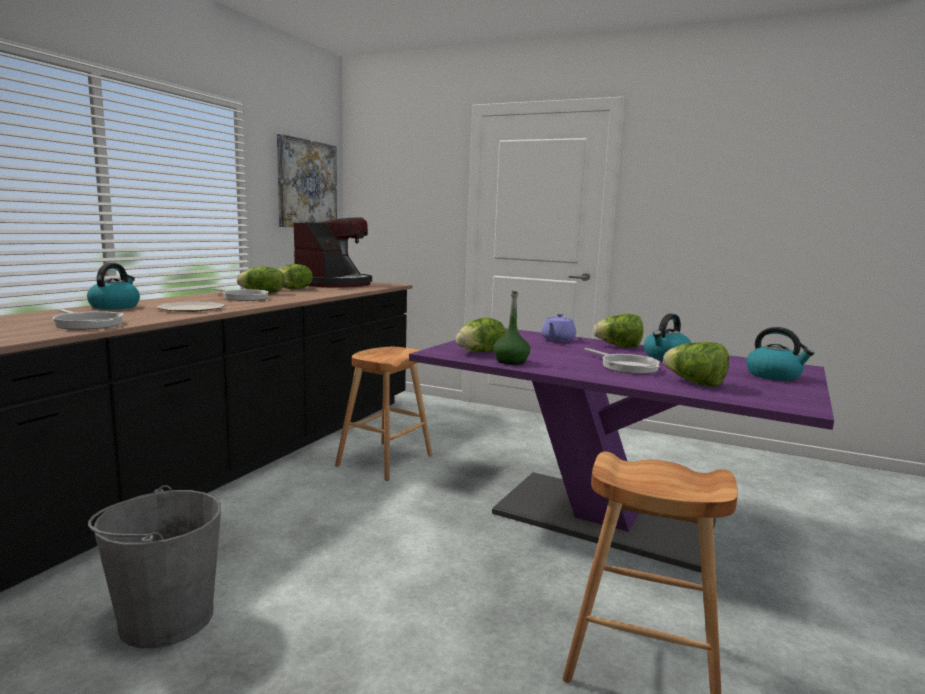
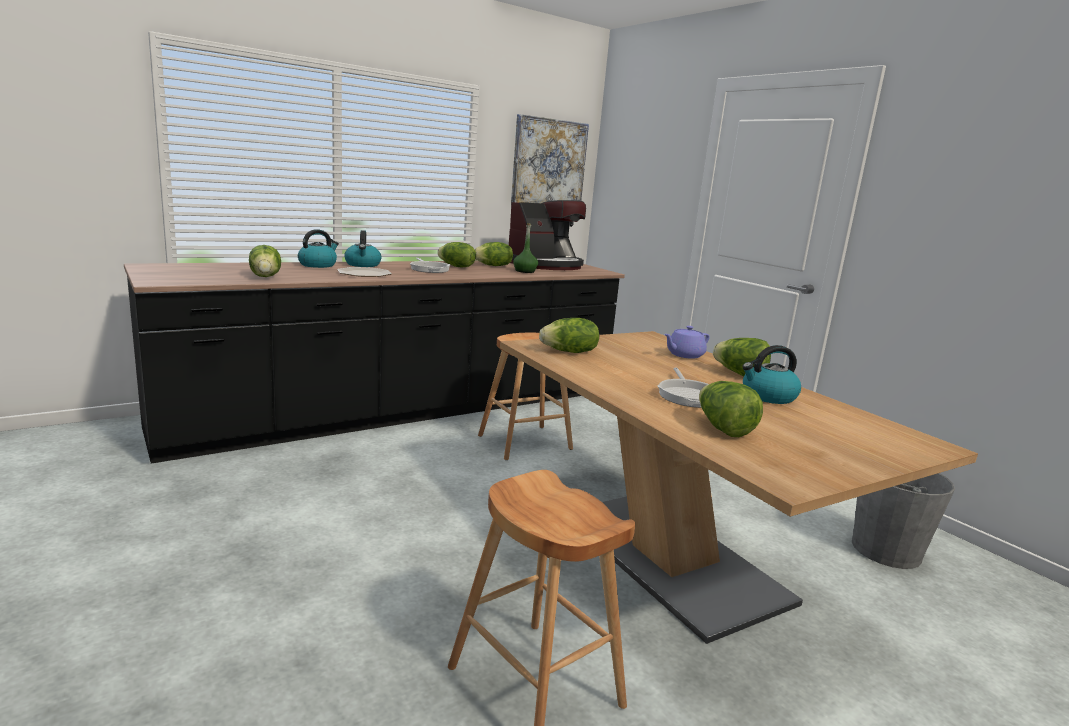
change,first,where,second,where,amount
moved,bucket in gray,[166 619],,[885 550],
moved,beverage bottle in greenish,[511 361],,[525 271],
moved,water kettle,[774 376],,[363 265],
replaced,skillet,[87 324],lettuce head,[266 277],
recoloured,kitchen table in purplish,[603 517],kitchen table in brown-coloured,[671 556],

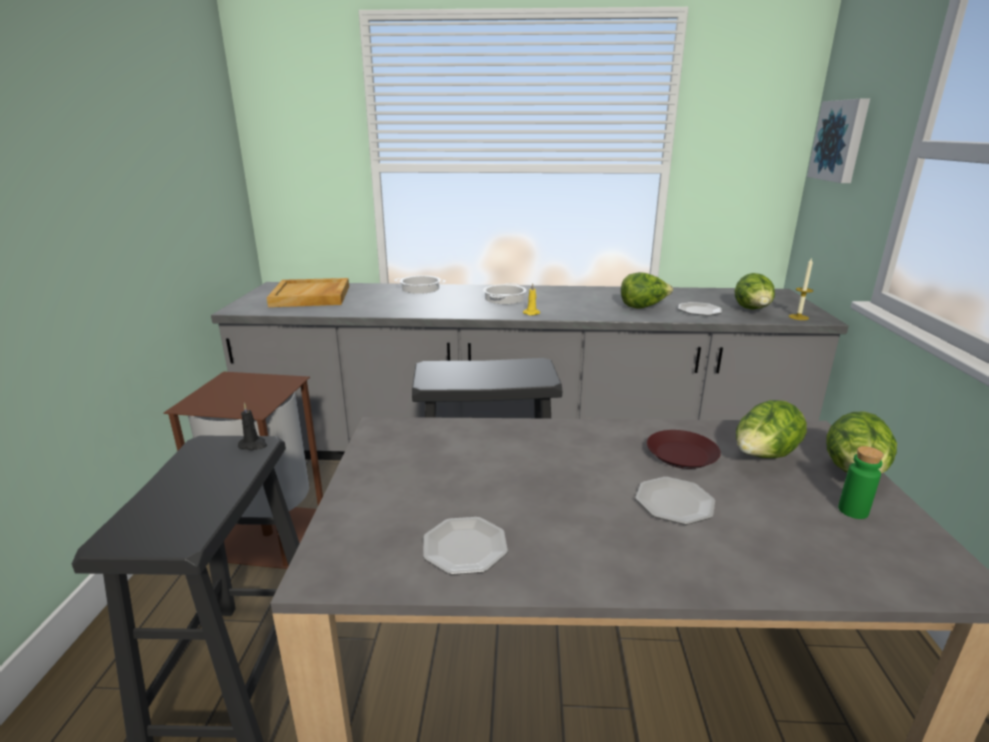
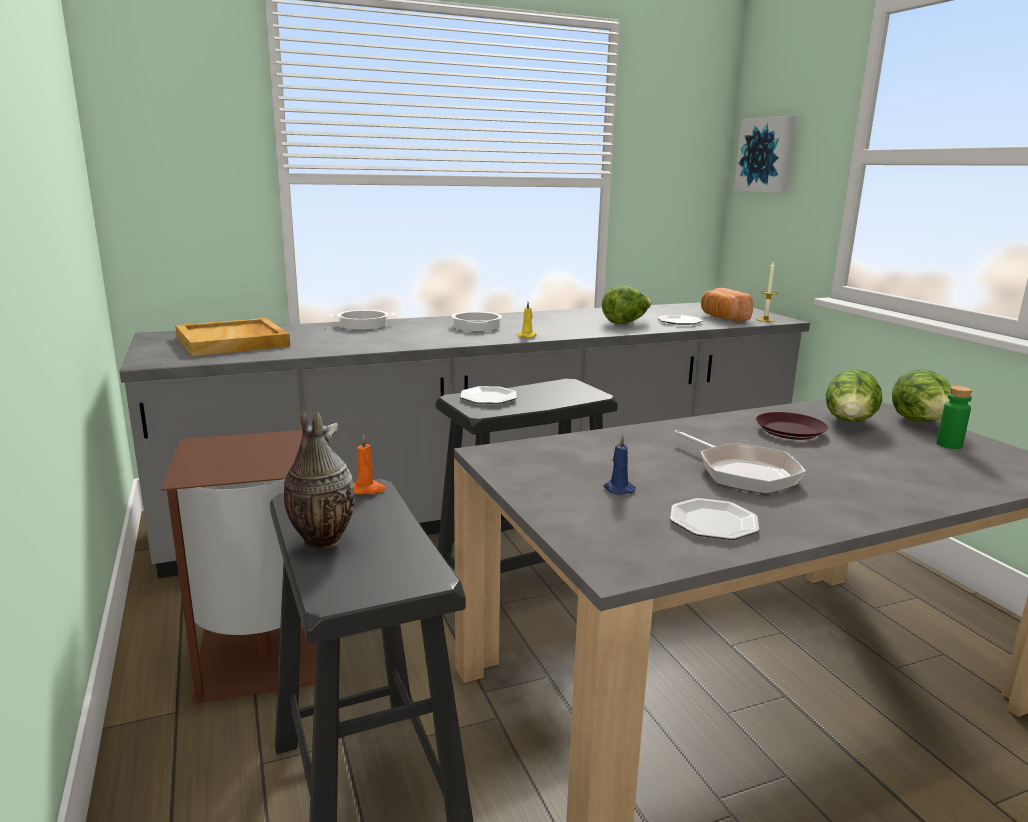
change,first,where,second,where,amount
added,,,decorative vase,[320 541],
added,,,wax light in blue,[618 489],
added,,,skillet,[742 472],
moved,plate,[675 503],,[489 398],
replaced,lettuce head,[752 310],bread,[722 318],
recoloured,wax light in black-coloured,[253 445],wax light in orangey,[367 490],

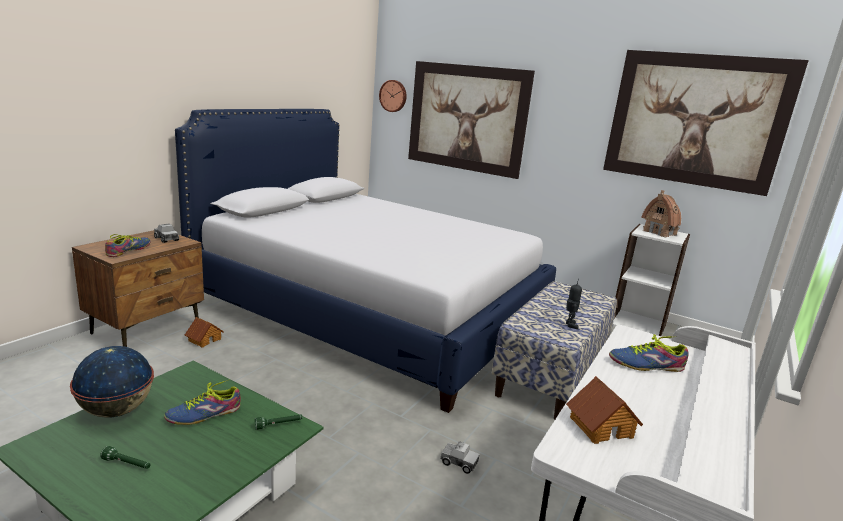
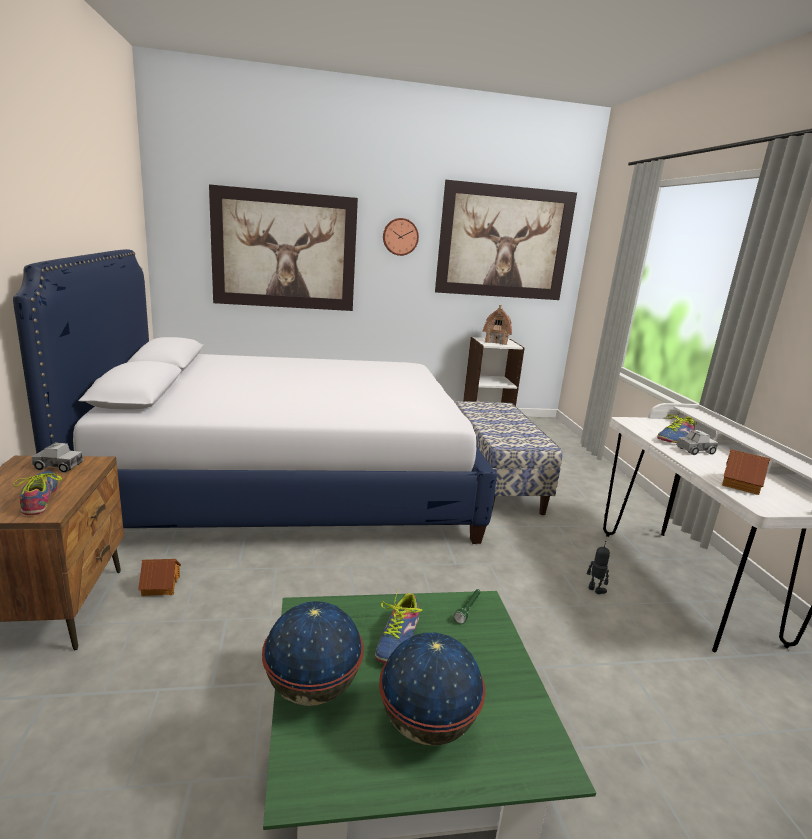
change,first,where,second,where,amount
moved,hanging clock,[393 96],,[400 236],
moved,model truck,[458 463],,[694 451],
moved,toy robot,[569 325],,[595 590],
replaced,hand torch in greenish,[127 464],desk globe,[427 724],

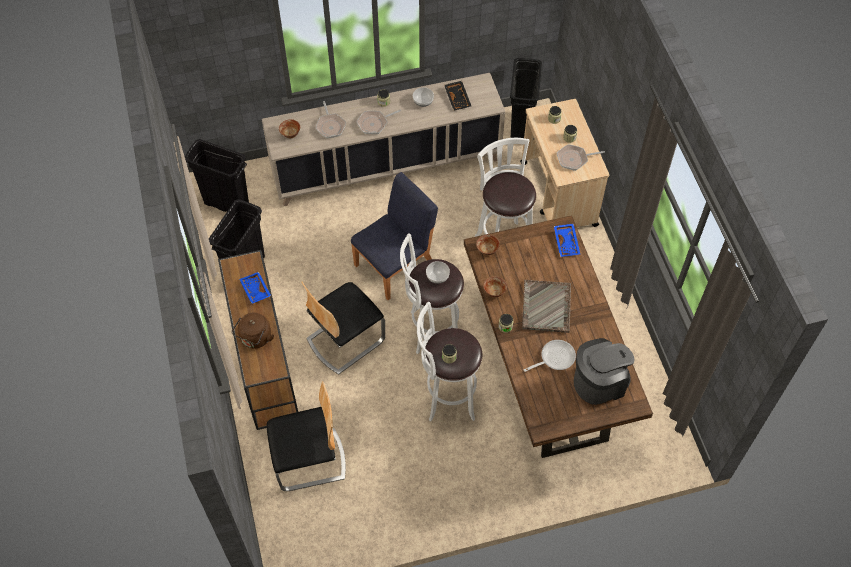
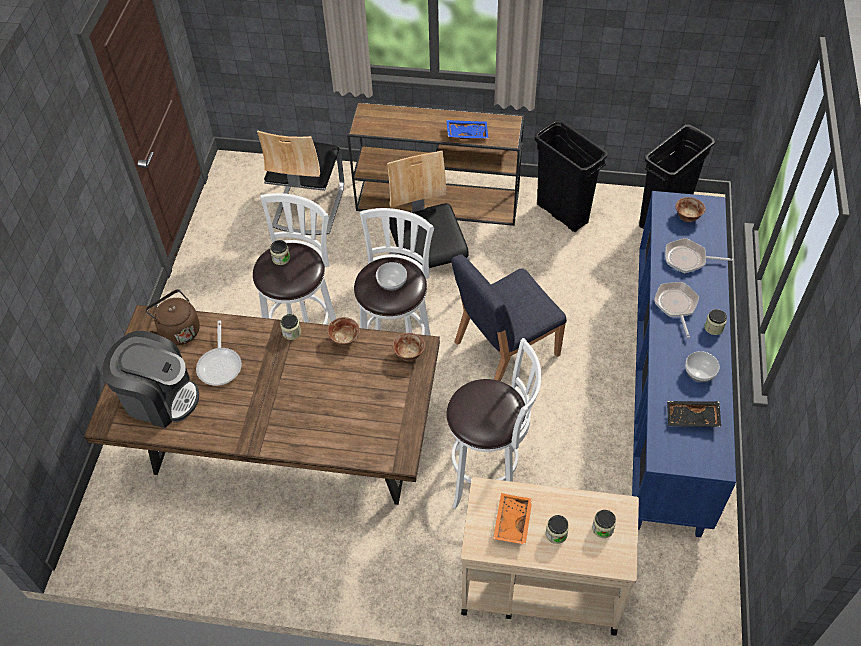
change,first,where,second,where,amount
removed,rubbish bin in black-coloured,[520 128],,,
removed,tray in gray,[546 307],,,
removed,tray in blue,[567 243],,,
moved,water kettle in brown-coloured,[255 339],,[178 330],
replaced,skillet,[574 159],tray in orangey,[511 522],
recoloured,cupboard in beige-coloured,[386 166],cupboard in blue,[669 389],
turned,plain chair in blue,[396 265],,[505 348],75 degrees clockwise
turned,coffee brewer,[599 382],,[159 397],75 degrees counterclockwise

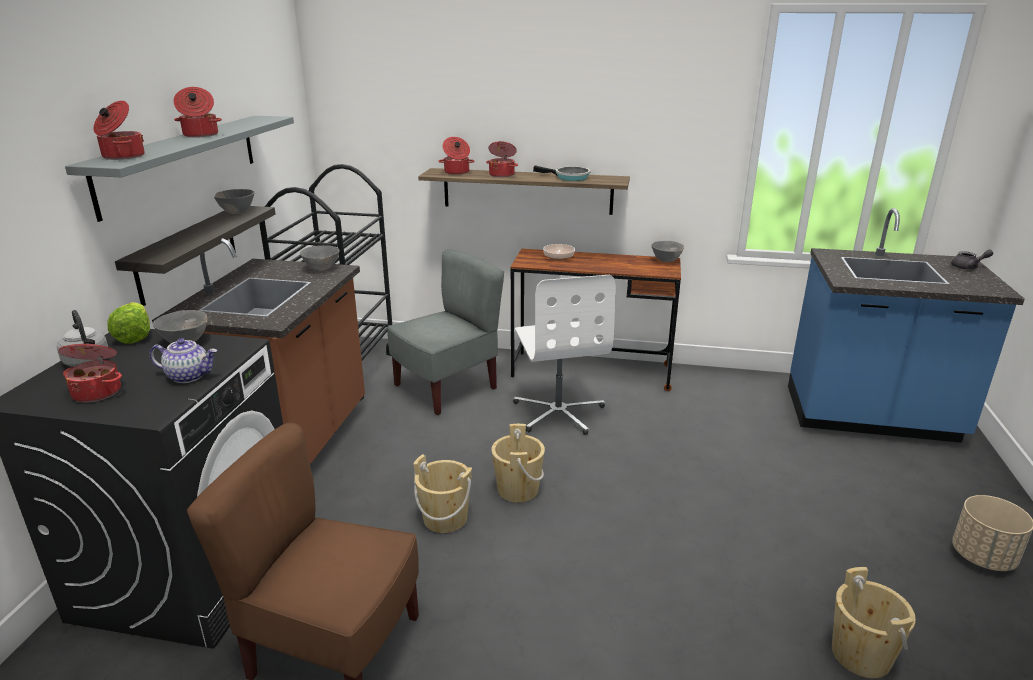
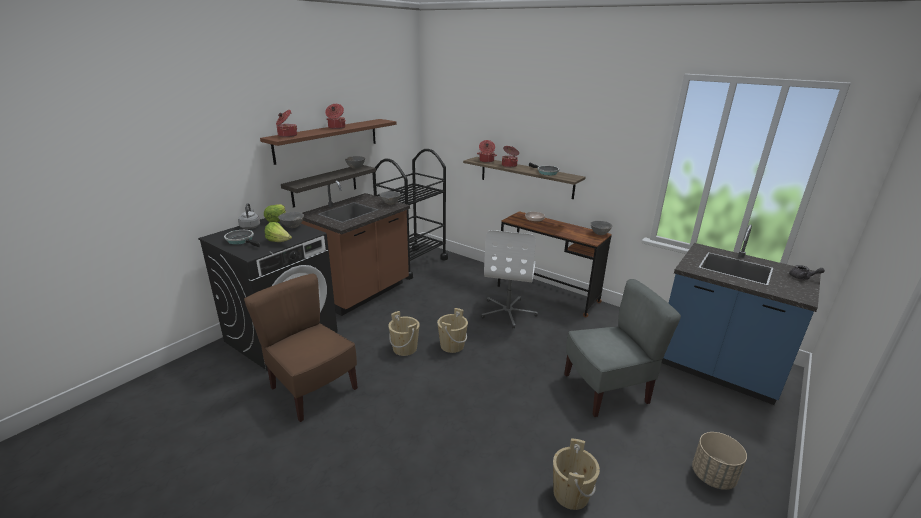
change,first,where,second,where,amount
moved,plain chair in gray,[447 388],,[606 390],
replaced,cooking pot,[98 392],skillet,[241 240],
replaced,teapot,[189 376],lettuce head,[279 242],
recoloured,wall shelf in gray,[181 162],wall shelf in brown-coloured,[328 140],

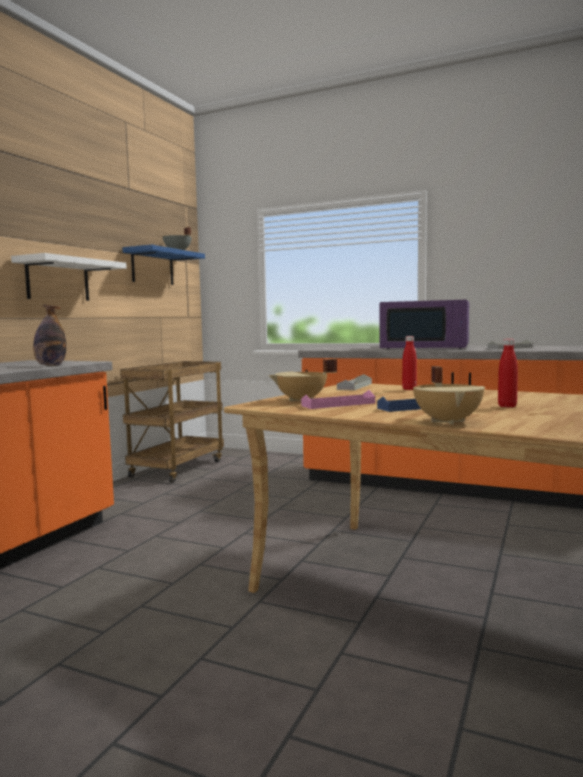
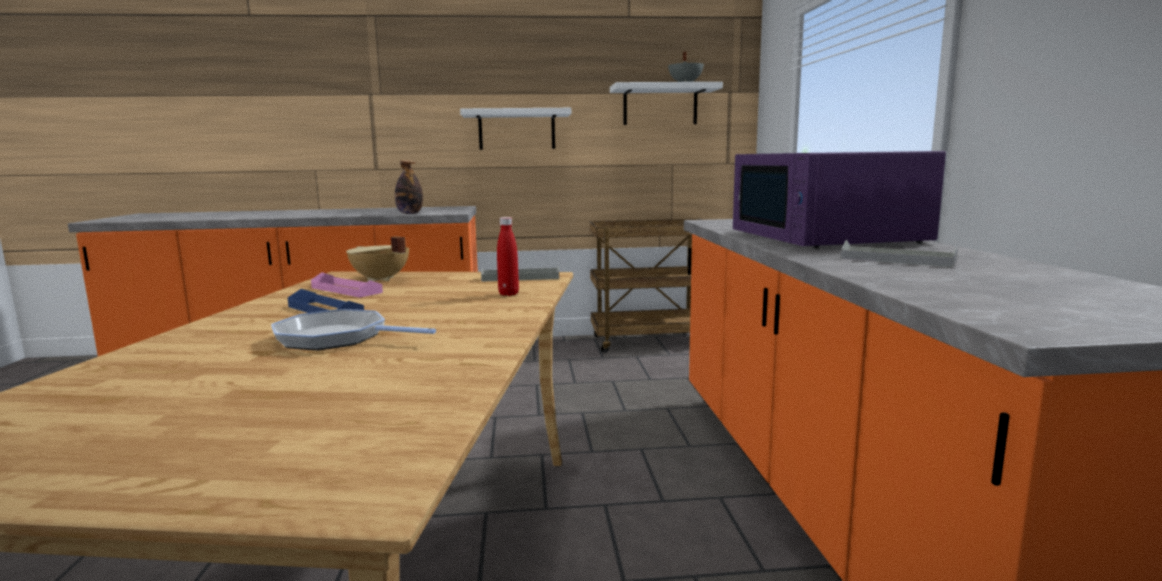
change,first,where,second,where,amount
removed,cooking pot in beige-coloured,[448 421],,,
replaced,beverage bottle in red,[507 406],skillet,[337 338],
recoloured,wall shelf in blue,[152 267],wall shelf in whitish,[660 105],

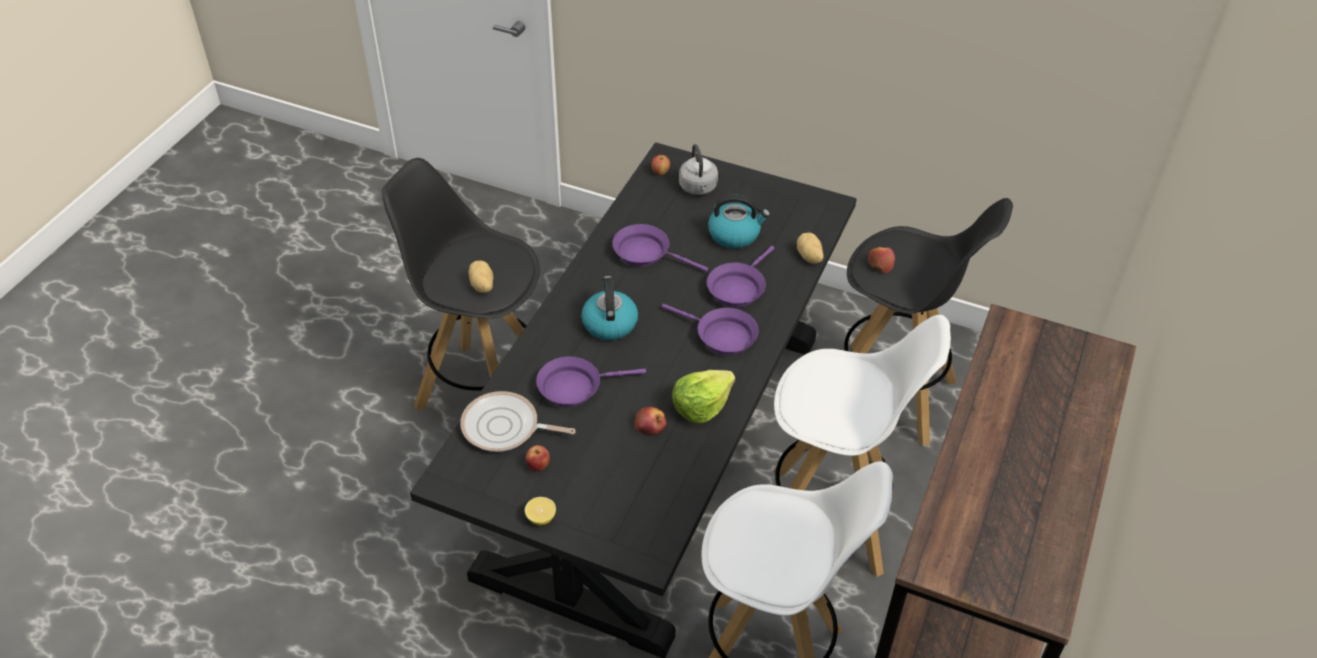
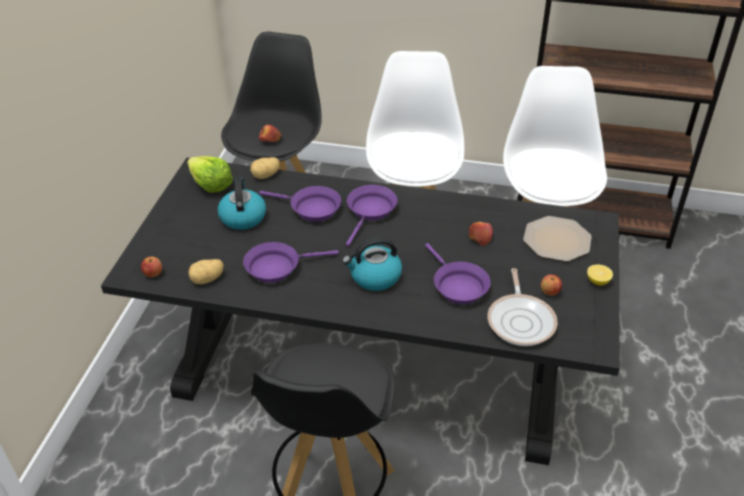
change,first,where,second,where,amount
removed,water kettle in gray,[698 188],,,
added,,,plate,[556 240],
moved,spud,[481 286],,[207 279],
moved,lettuce head,[701 406],,[211 185],
turned,skillet in purplish,[646 253],,[277 267],60 degrees clockwise

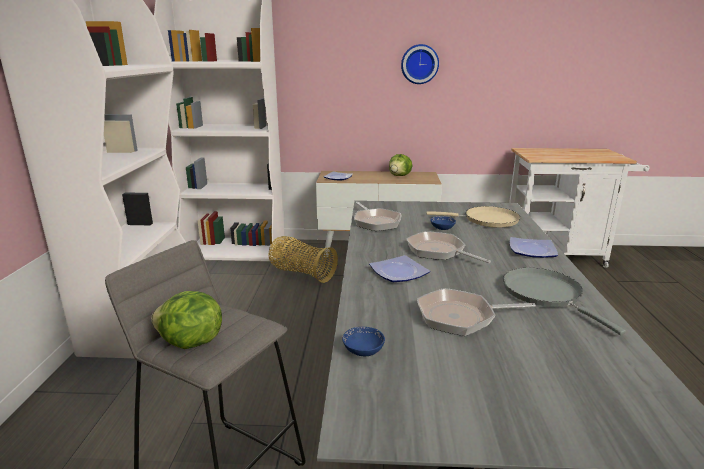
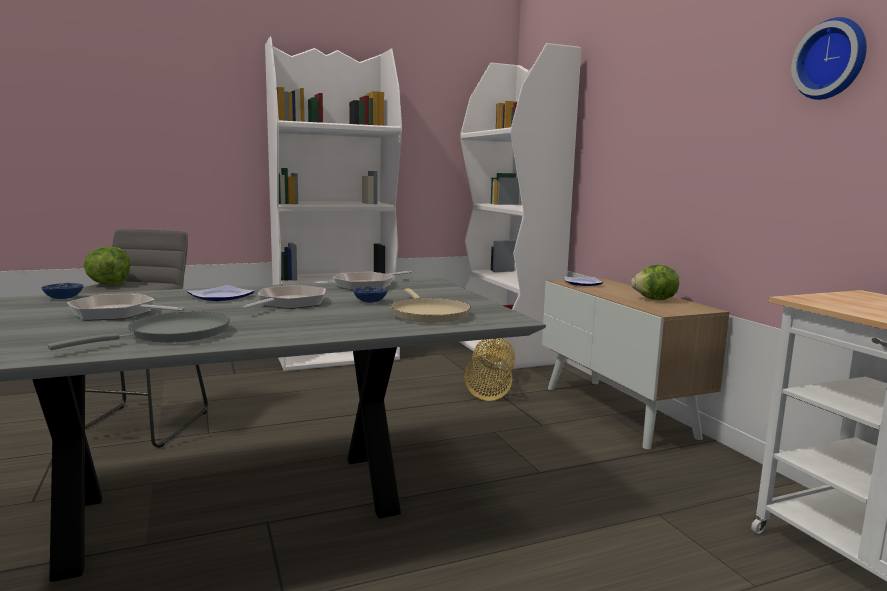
change,first,where,second,where,amount
removed,plate,[533 251],,,
moved,hanging clock,[419 64],,[832 60],
turned,skillet,[461 317],,[118 313],45 degrees counterclockwise

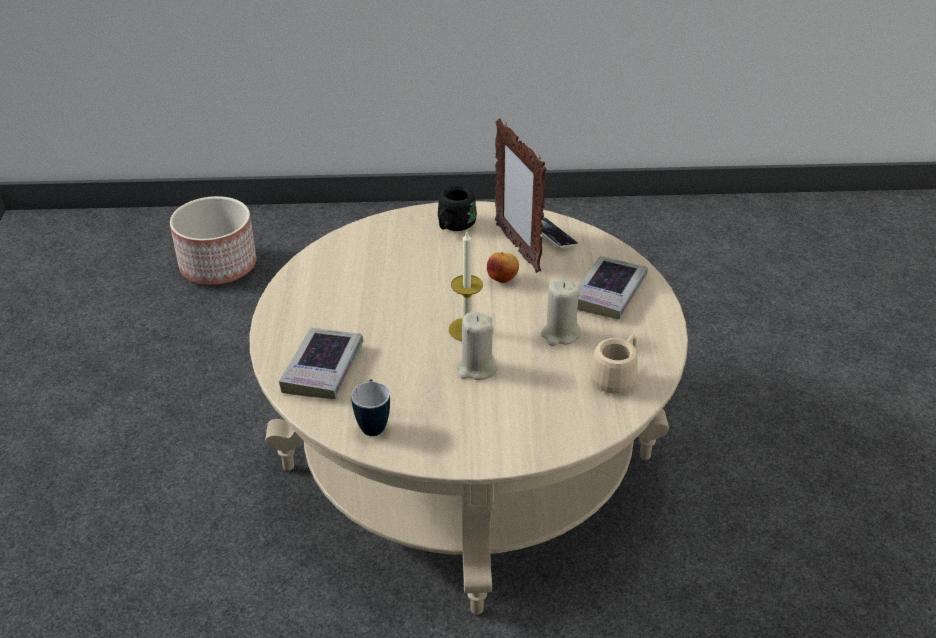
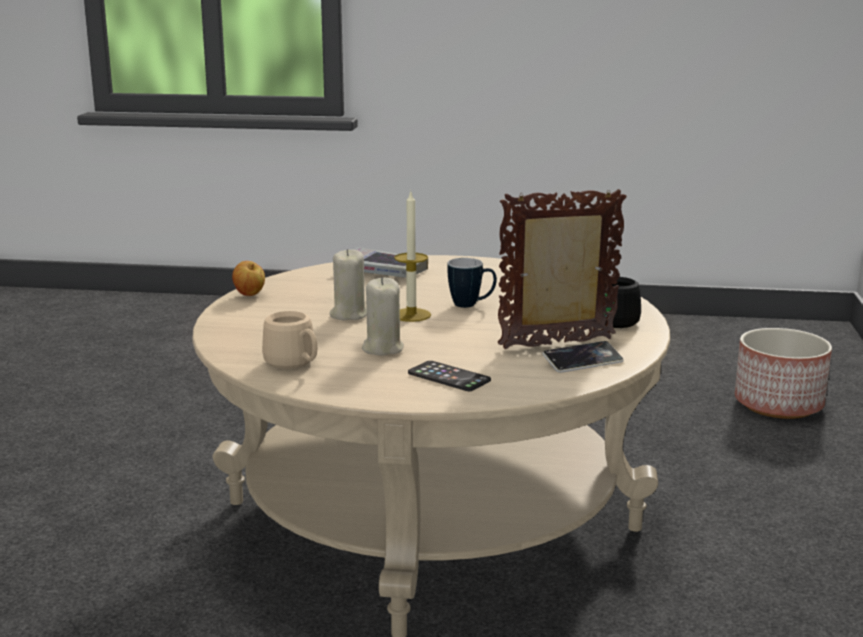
change,first,where,second,where,amount
moved,coffee mug,[373 423],,[471 305],
moved,apple,[502 279],,[250 295],
replaced,bound book,[608 293],handset,[449 377],

